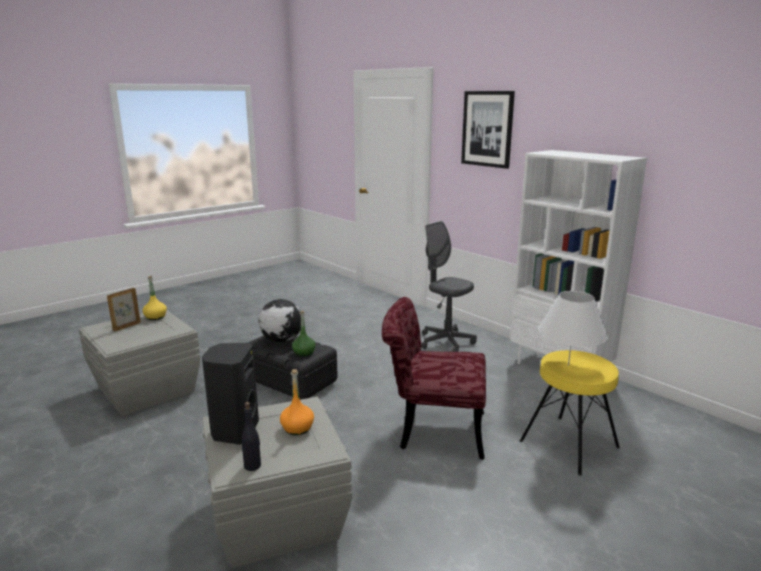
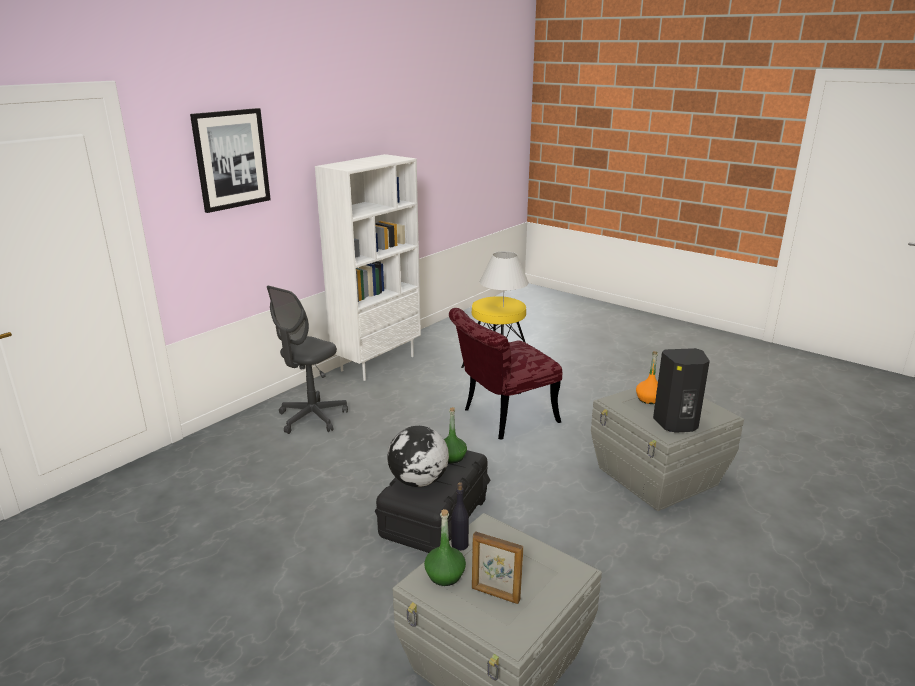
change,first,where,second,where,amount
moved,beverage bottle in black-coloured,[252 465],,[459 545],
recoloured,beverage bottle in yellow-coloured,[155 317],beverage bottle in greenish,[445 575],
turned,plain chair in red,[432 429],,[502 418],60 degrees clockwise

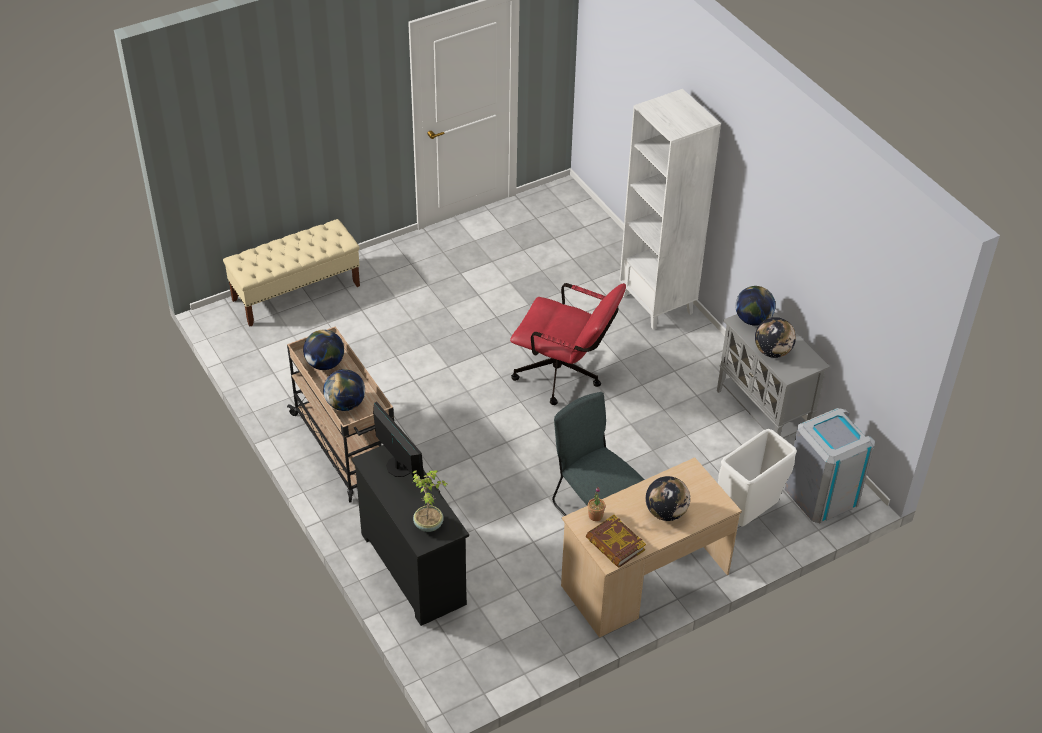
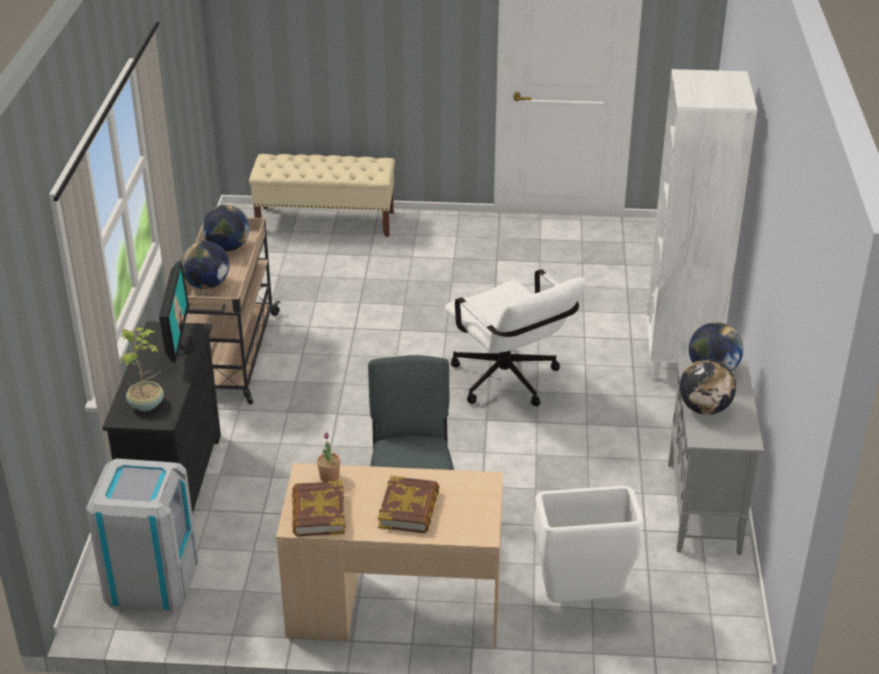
change,first,where,second,where,amount
moved,rubbish bin in gray,[821 494],,[151 579],
replaced,desk globe,[666 512],bound book,[409 509],
recoloured,desk chair in red,[565 376],desk chair in whitish,[510 384],

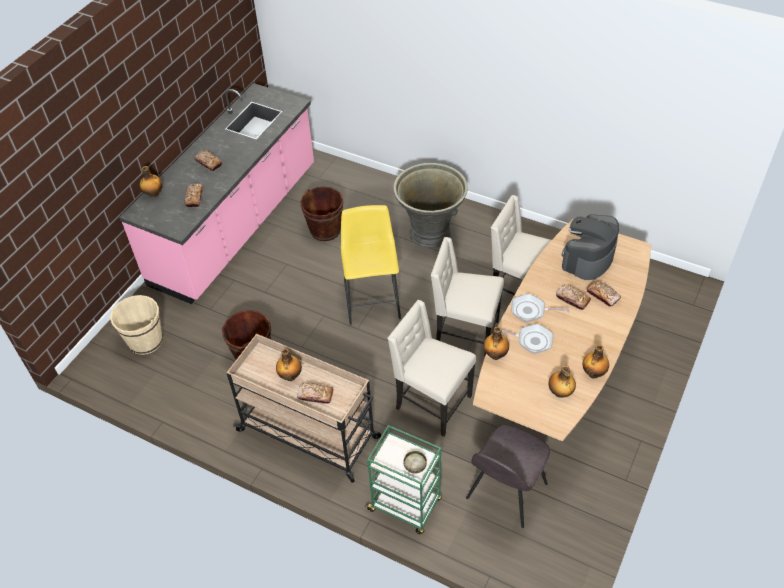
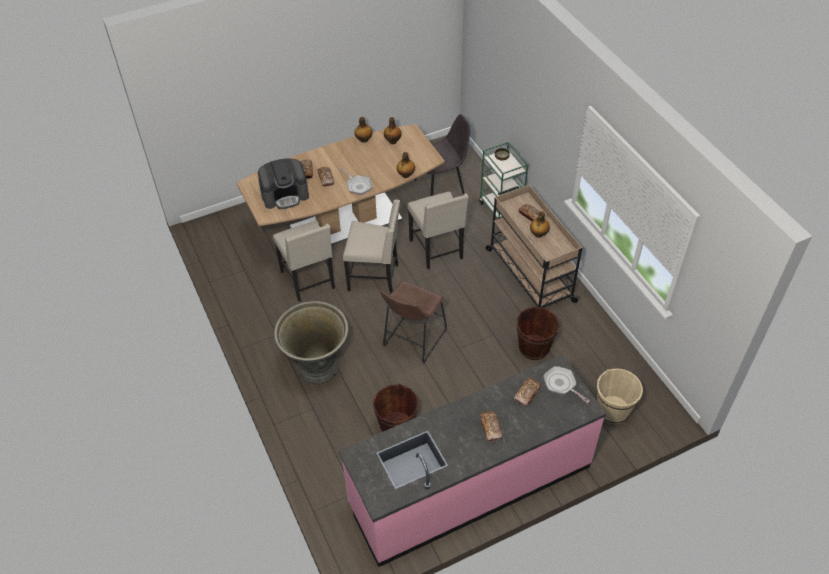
change,first,where,second,where,amount
removed,beverage bottle,[153 194],,,
moved,skillet,[531 340],,[561 384],
recoloured,stool in yellow-coloured,[372 298],stool in brown-coloured,[412 340],
turned,plain chair in beige-coloured,[465 335],,[375 277],45 degrees counterclockwise

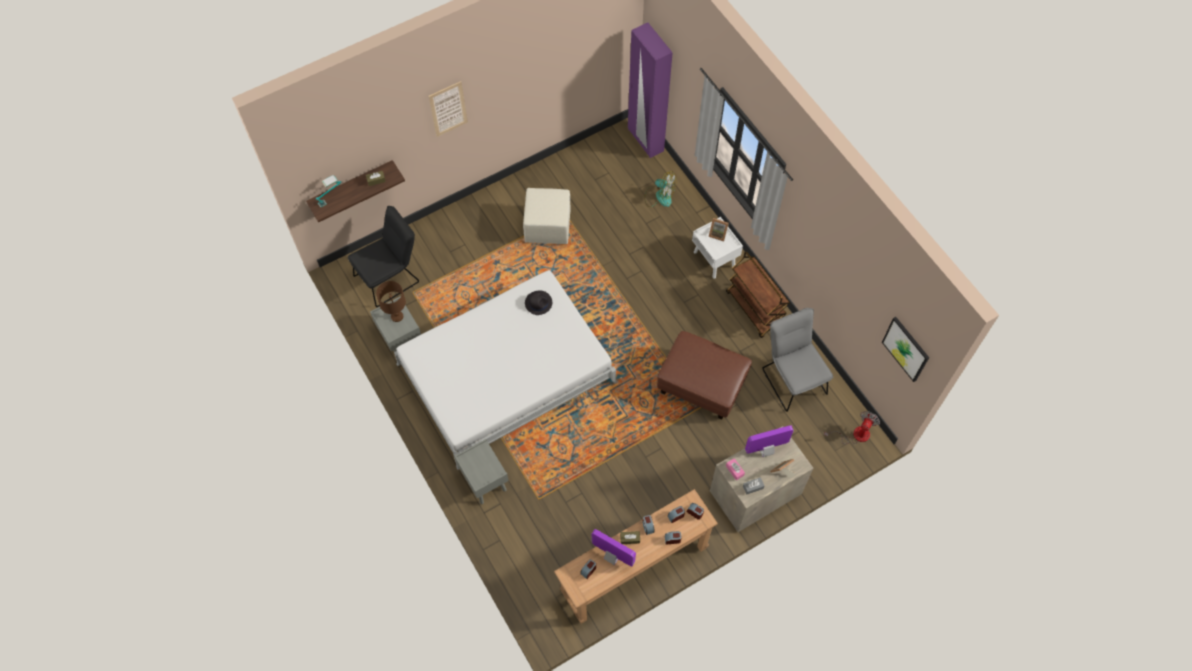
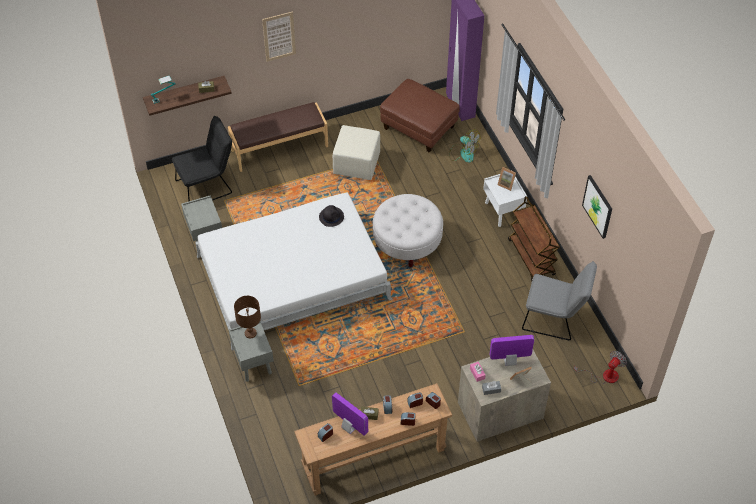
change,first,where,second,where,amount
added,,,long seat in brown-coloured,[279 148],
added,,,ottoman in whitish,[407 242],
moved,tabletop lamp in brown-coloured,[396 316],,[250 333],
moved,ottoman in brown-coloured,[702 385],,[419 128],
moved,wall art,[906 348],,[598 206],
turned,plain chair in gray,[792 377],,[554 319],120 degrees clockwise

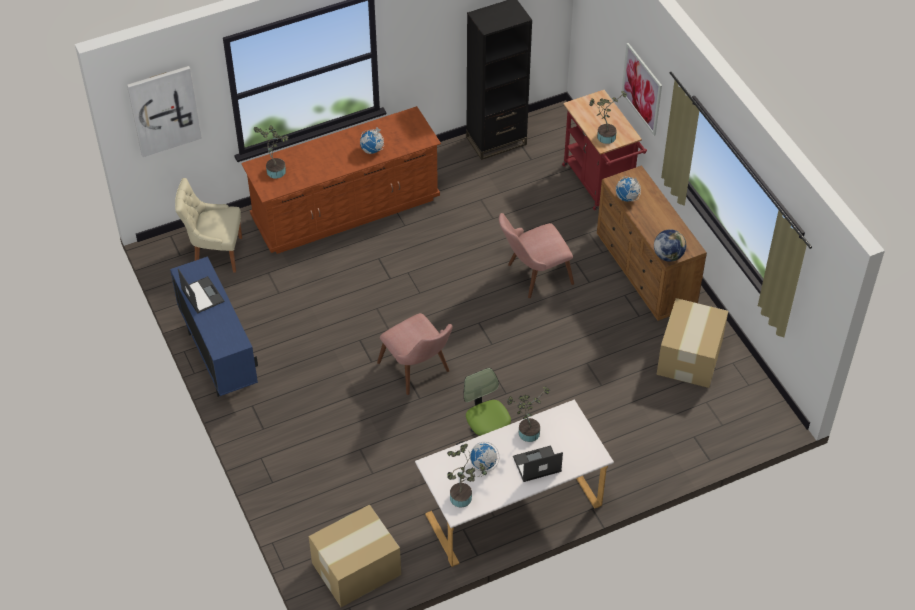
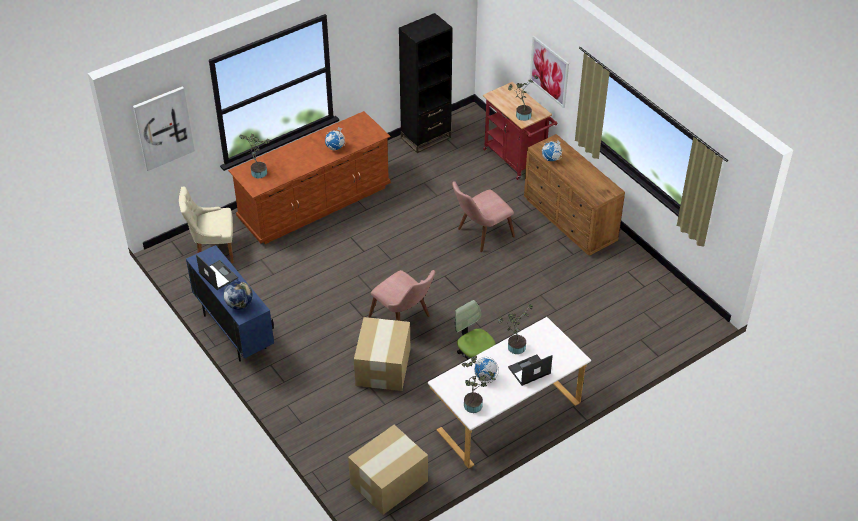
change,first,where,second,where,amount
moved,desk globe,[668 255],,[239 304],
moved,carton,[689 358],,[382 367],

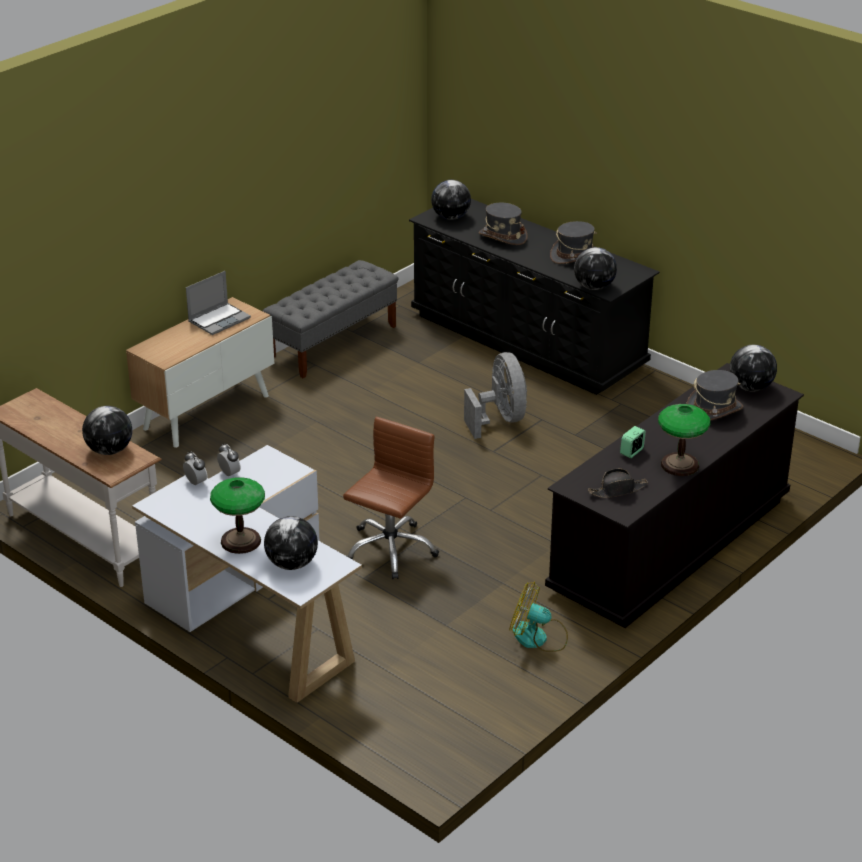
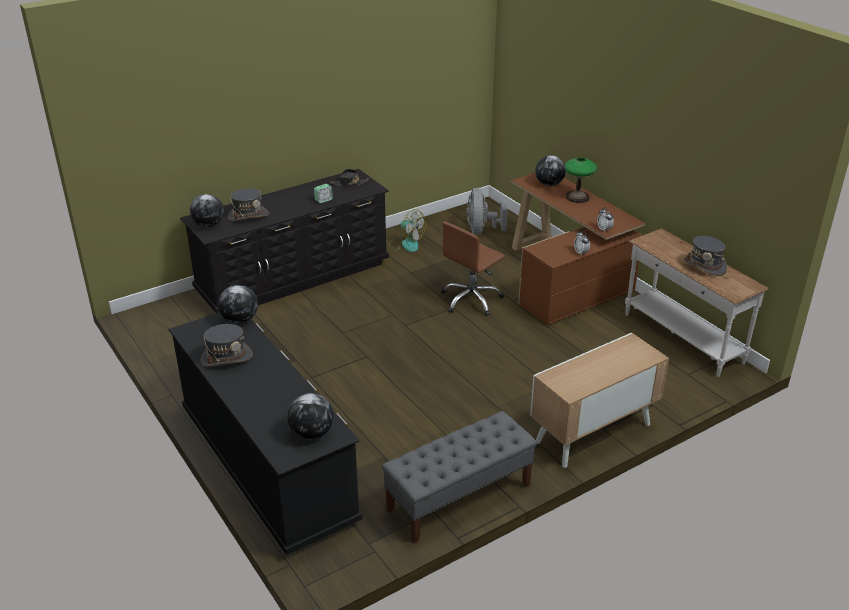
change,first,where,second,where,amount
removed,desk globe,[109 450],,,
removed,portable computer,[219 320],,,
removed,tabletop lamp,[680 465],,,
moved,fan in gray,[500 420],,[481 231],
moved,wearable hat in gray,[502 236],,[704 266],
recoloured,desk table in whitish,[254 612],desk table in brown-coloured,[565 278],

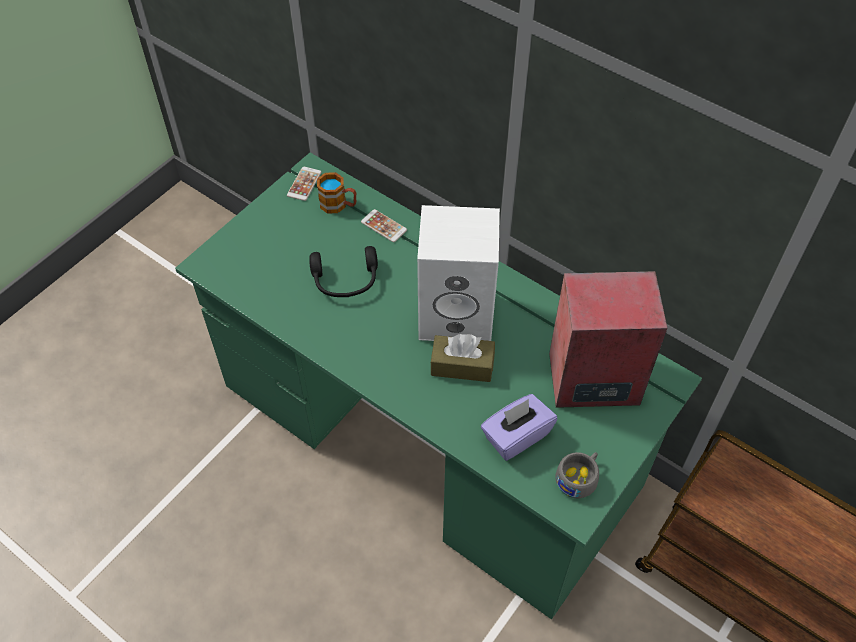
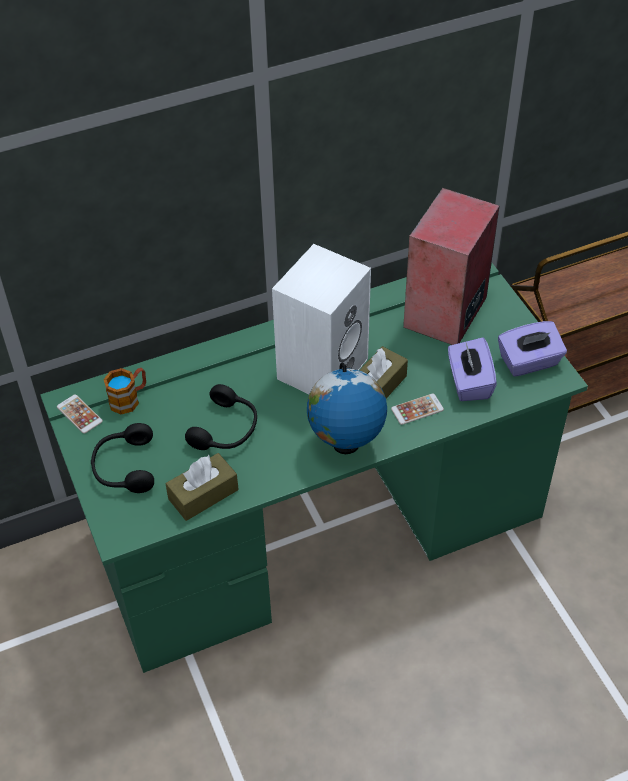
change,first,where,second,where,amount
added,,,headset in black-coloured,[124 467],
added,,,tissue box in brown-coloured,[203 494],
added,,,desk globe,[345 445],
moved,handset,[384 226],,[417 409],
replaced,cup in gray,[579 477],tissue box in purplish,[529 362],

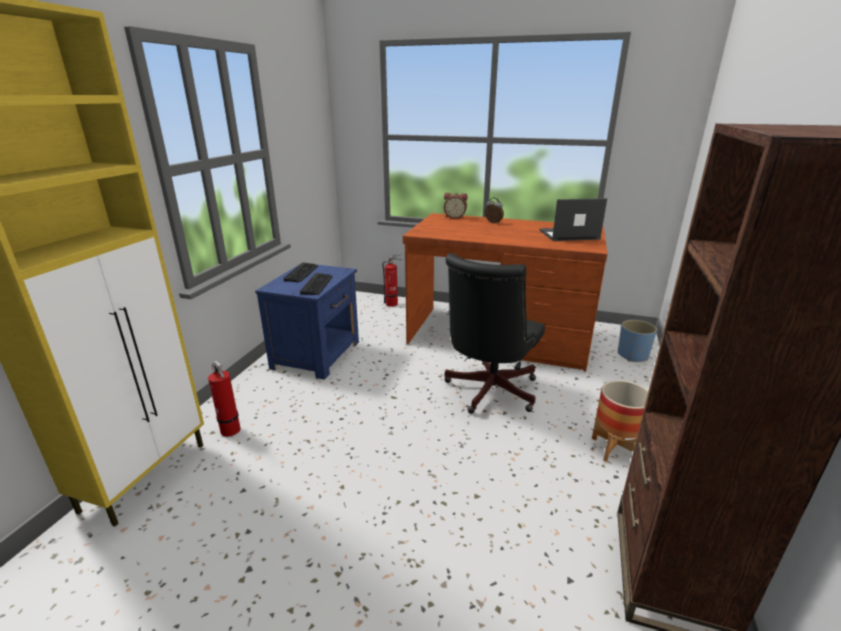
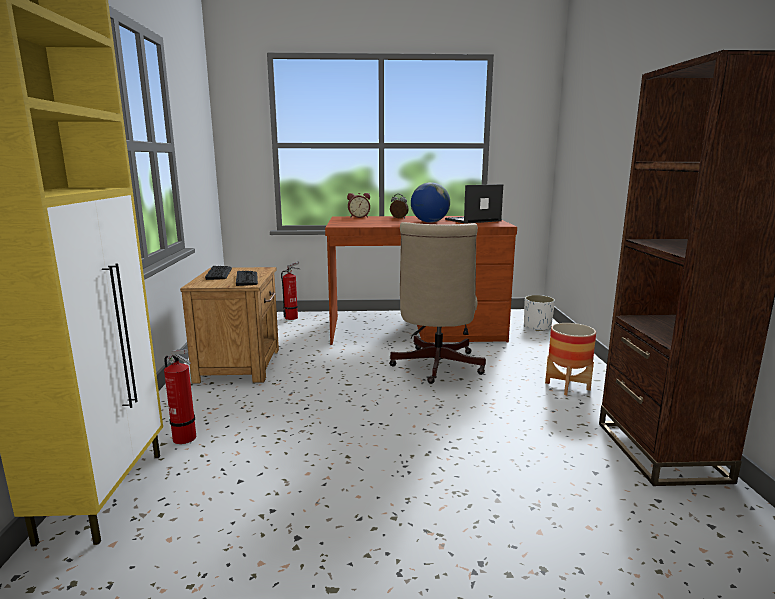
change,first,where,second,where,amount
added,,,desk globe,[430 222],
recoloured,night table in blue,[317 354],night table in brown-coloured,[240 364],
recoloured,desk chair in black-coloured,[488 392],desk chair in beige-coloured,[436 367],
recoloured,plant pot in blue,[632 355],plant pot in whitish,[537 327],

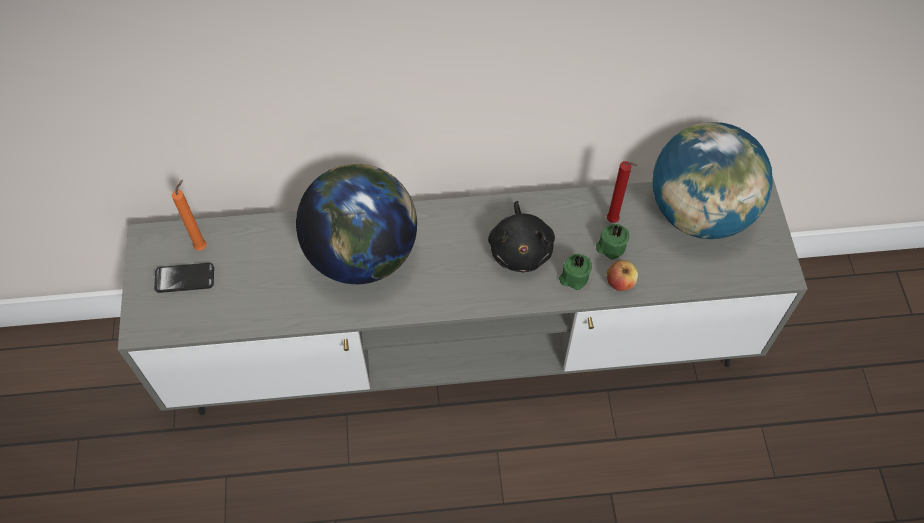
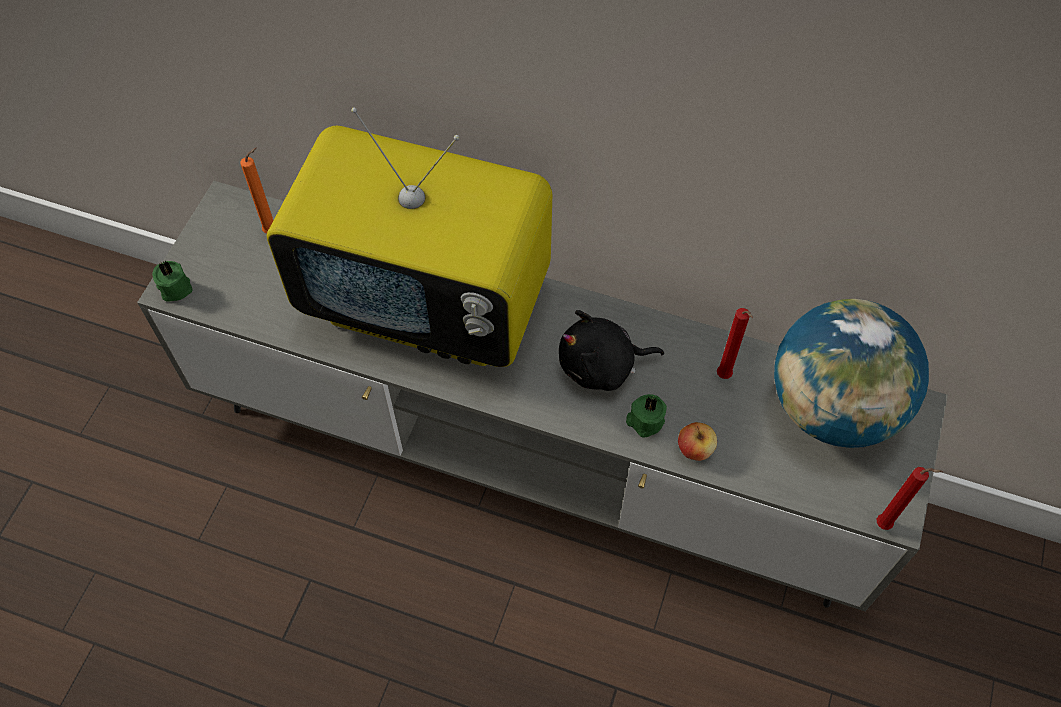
change,first,where,second,where,amount
removed,handset,[185 278],,,
added,,,wax light in red,[886 525],
moved,wax light in greenish,[610 247],,[174 288],
replaced,desk globe,[362 253],TV set,[429 302],
turned,plush toy in black-coloured,[520 249],,[602 366],60 degrees clockwise

